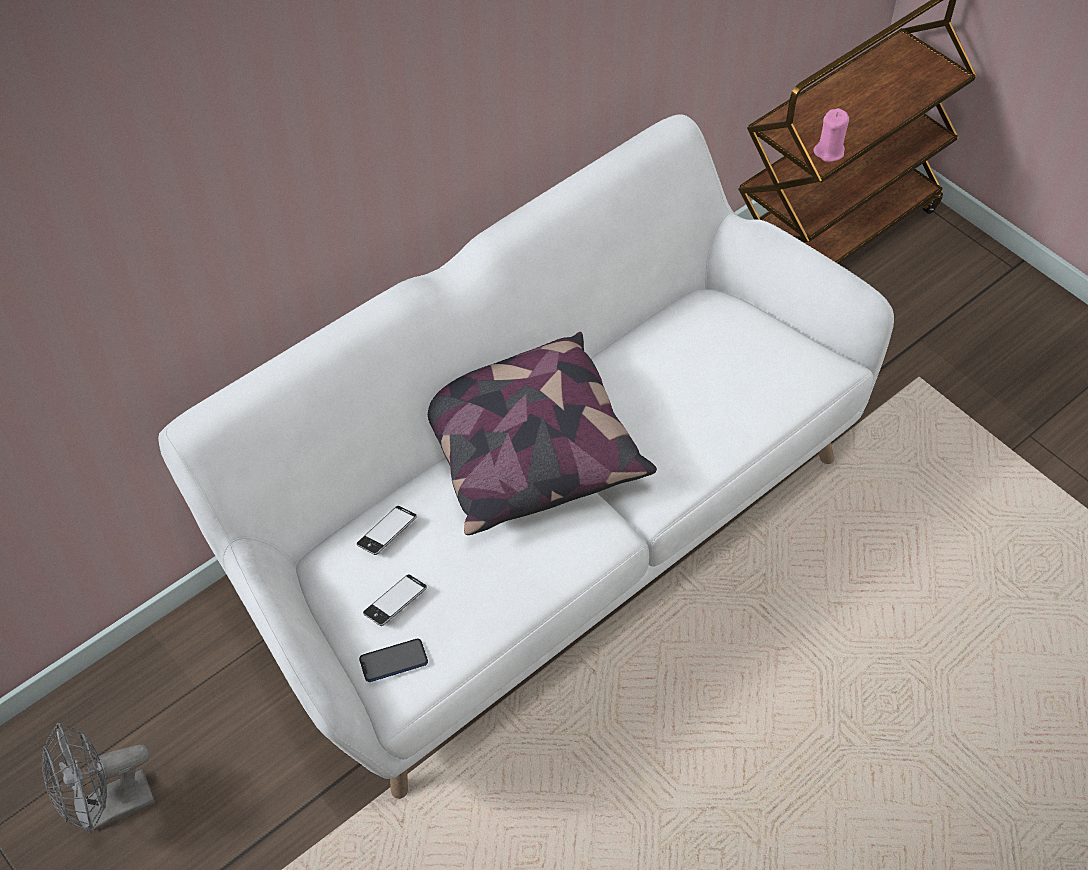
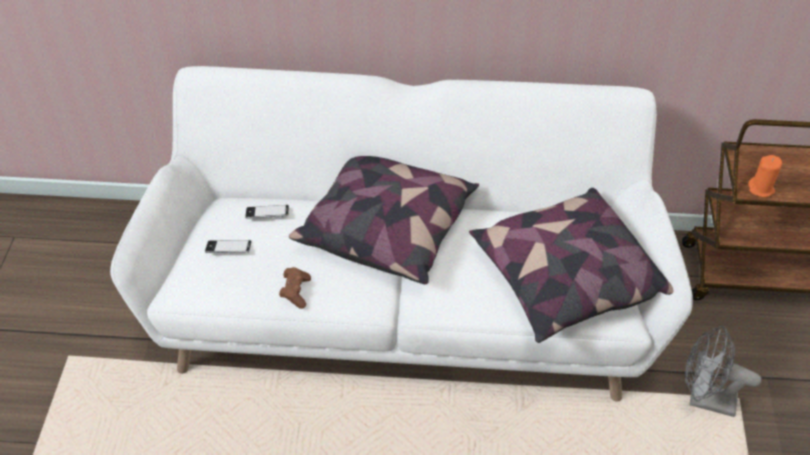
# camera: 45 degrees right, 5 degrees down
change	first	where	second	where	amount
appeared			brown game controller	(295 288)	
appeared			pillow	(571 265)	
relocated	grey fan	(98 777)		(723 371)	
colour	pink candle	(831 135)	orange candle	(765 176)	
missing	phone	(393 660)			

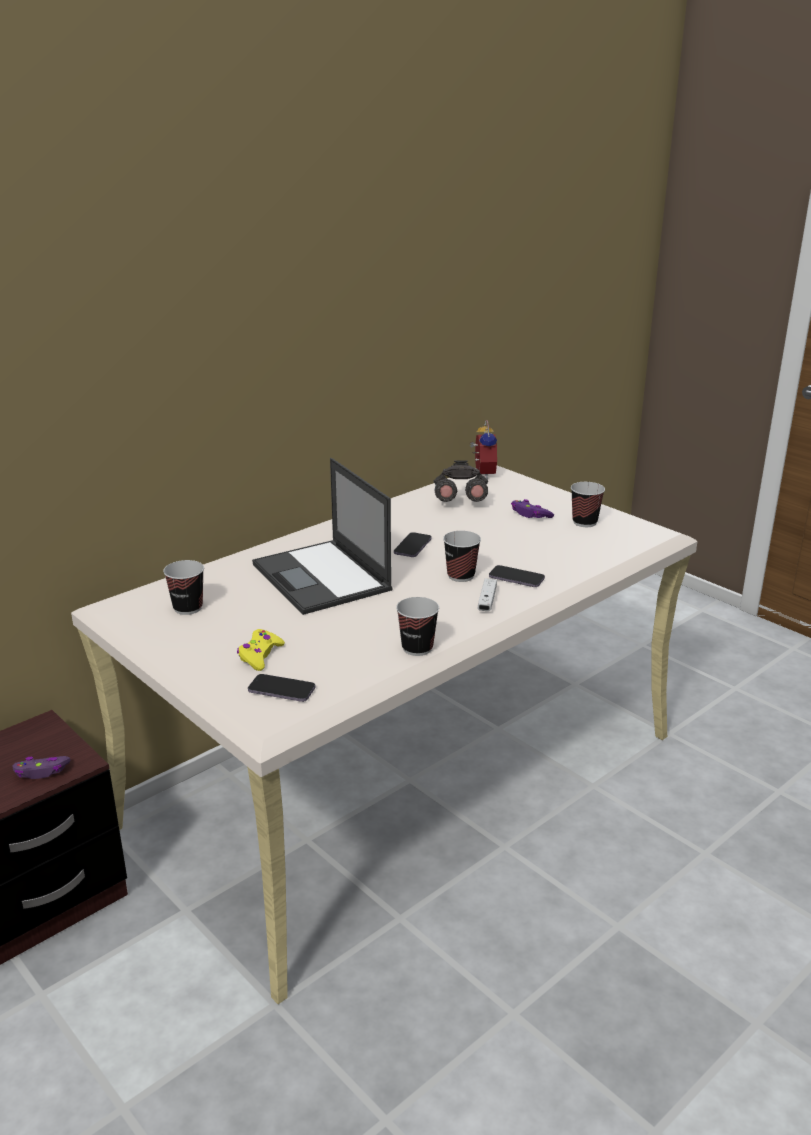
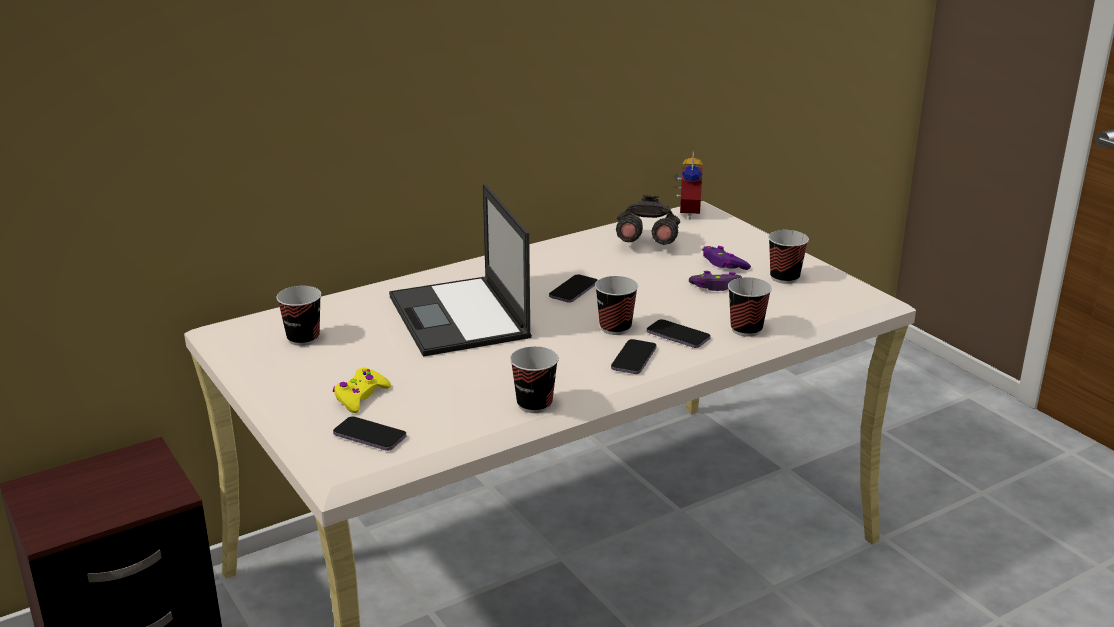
# camera: 10 degrees right, 0 degrees up
change	first	where	second	where	amount
exchanged	white game controller	(487 595)	phone	(634 356)	
relocated	purple game controller	(41 767)		(715 281)	
appeared			cup	(750 307)	

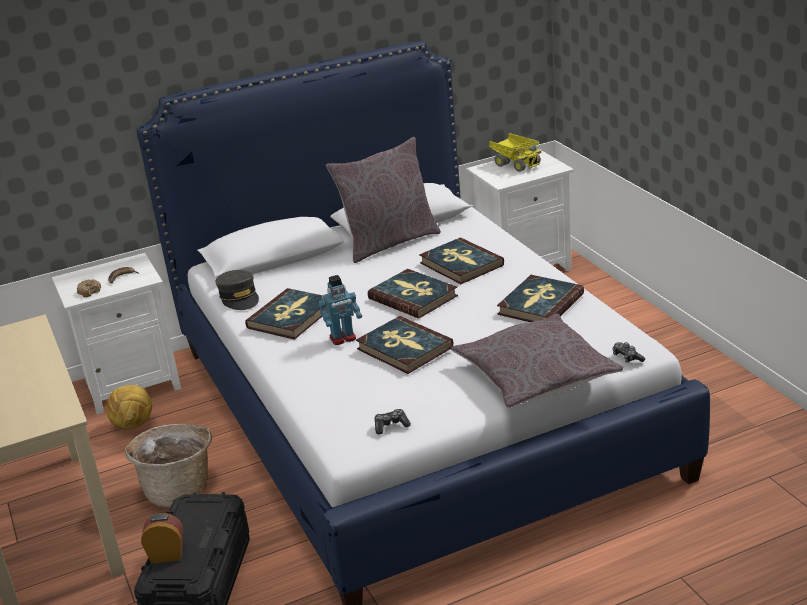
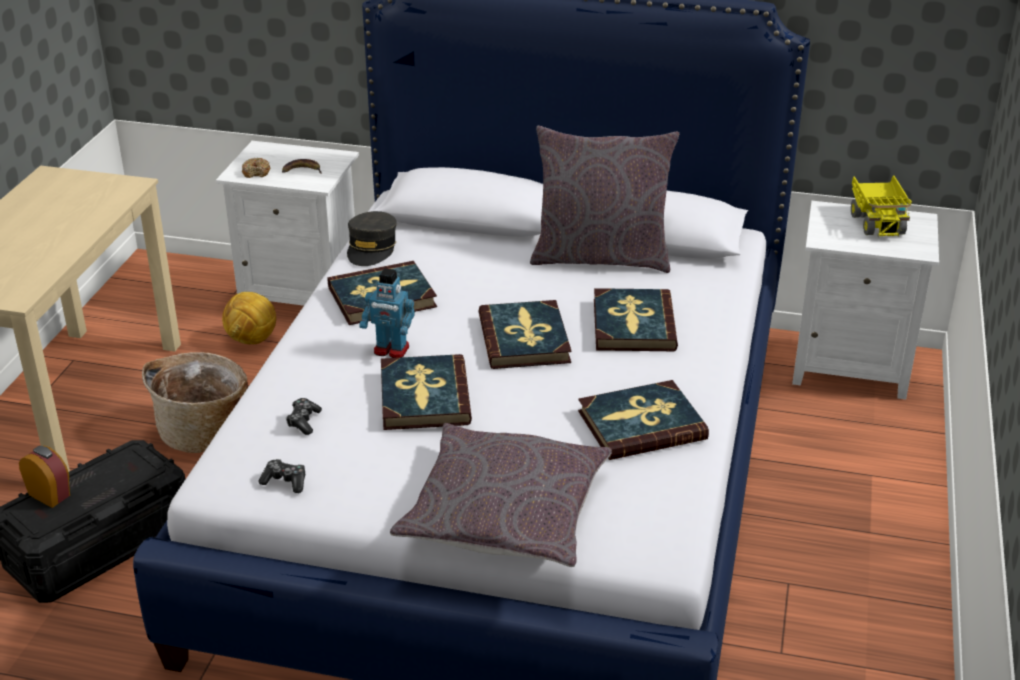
# camera: 35 degrees right, 5 degrees up
change	first	where	second	where	amount
relocated	game controller	(628 352)		(304 416)	

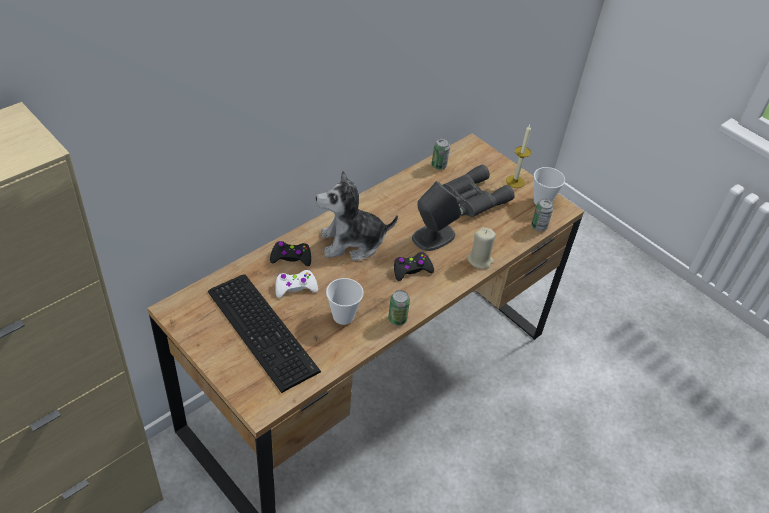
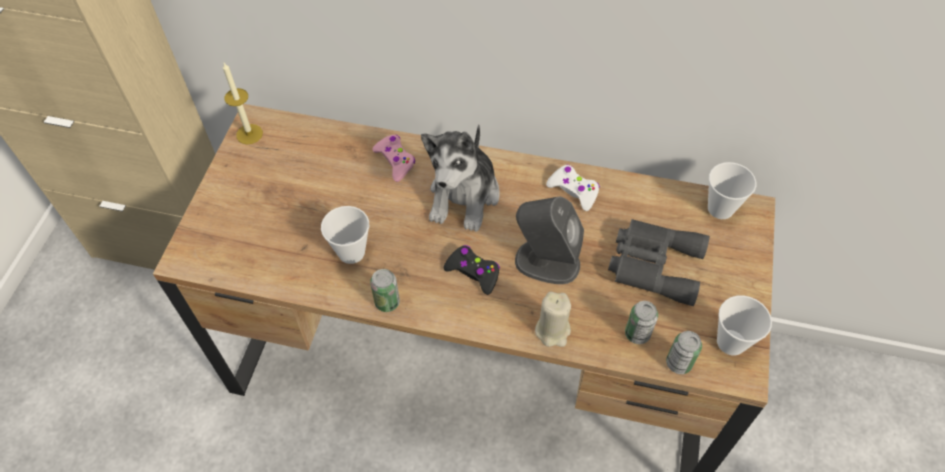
# camera: 60 degrees right, 10 degrees up
change	first	where	second	where	amount
relocated	candle	(518 156)		(243 103)	
colour	black game controller	(290 253)	pink game controller	(393 158)	
spun	plush toy	(357 216)		(460 178)	120 degrees counterclockwise
relocated	white game controller	(296 284)		(573 188)	
relocated	can	(440 154)		(641 322)	
appeared			cup	(732 190)	
missing	keyboard	(264 333)			

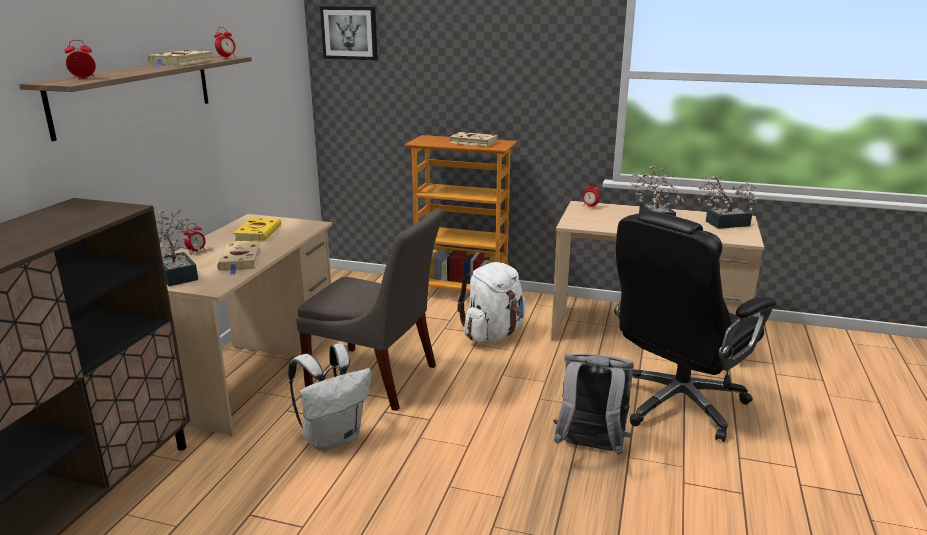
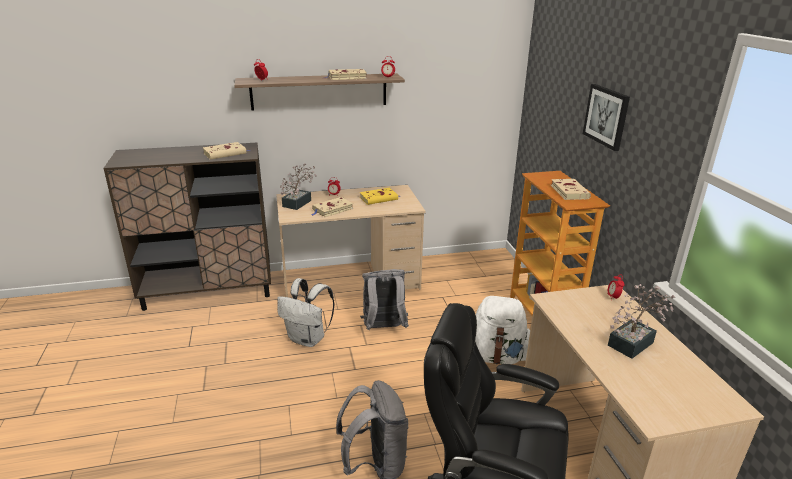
# camera: 60 degrees right, 5 degrees up
change	first	where	second	where	amount
appeared			beige book	(226 151)	
exchanged	grey chair	(370 309)	grey backpack	(384 299)	
relocated	picture	(349 33)		(606 117)	
missing	potted plant	(728 201)			

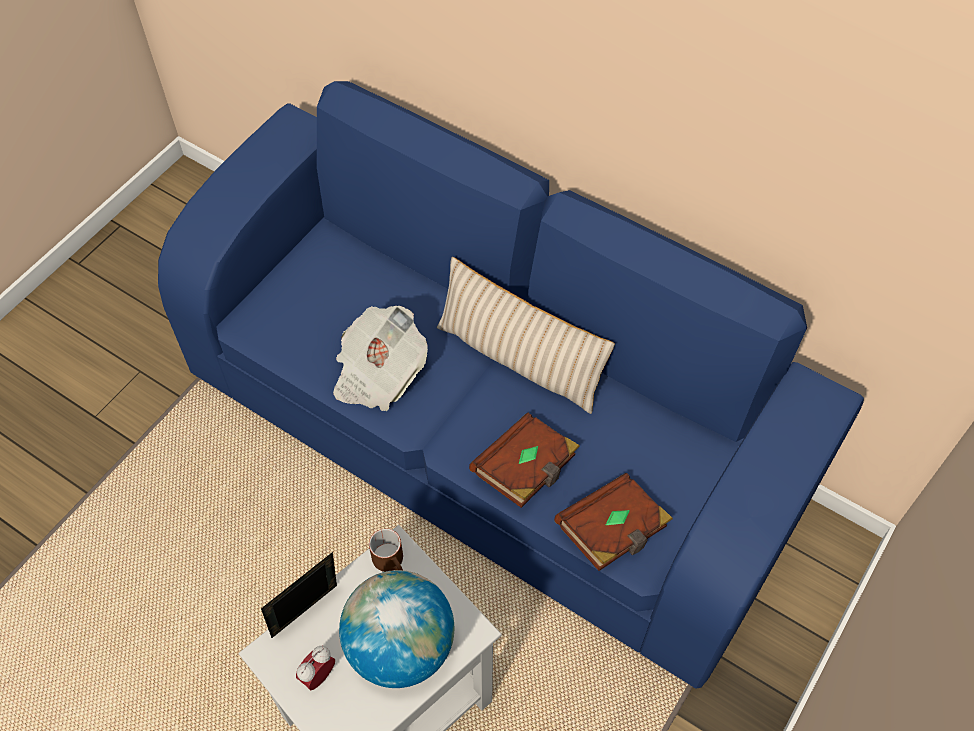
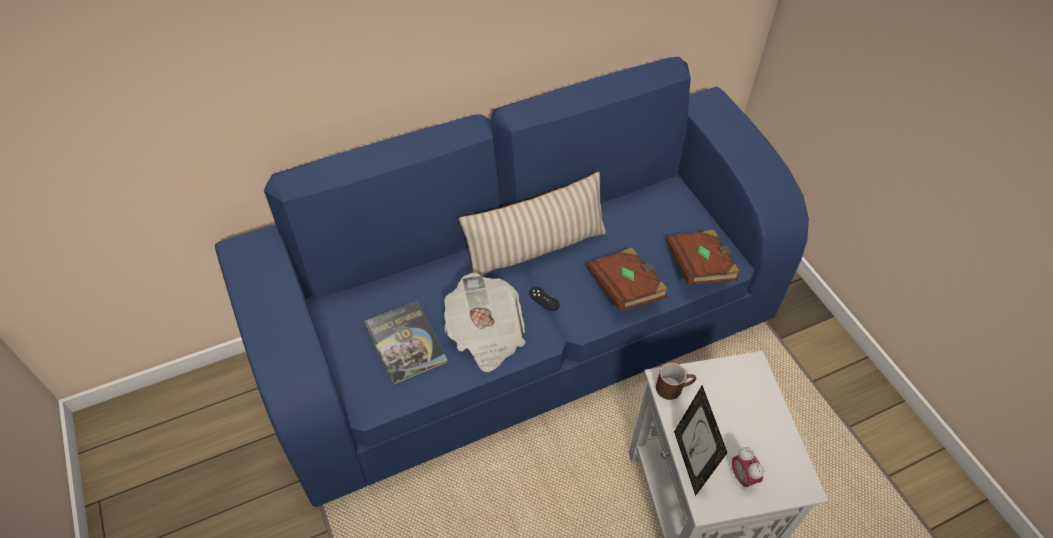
# camera: 60 degrees left, 5 degrees down
change	first	where	second	where	amount
appeared			book	(406 342)	
appeared			black game controller	(544 299)	
missing	globe	(396 629)			

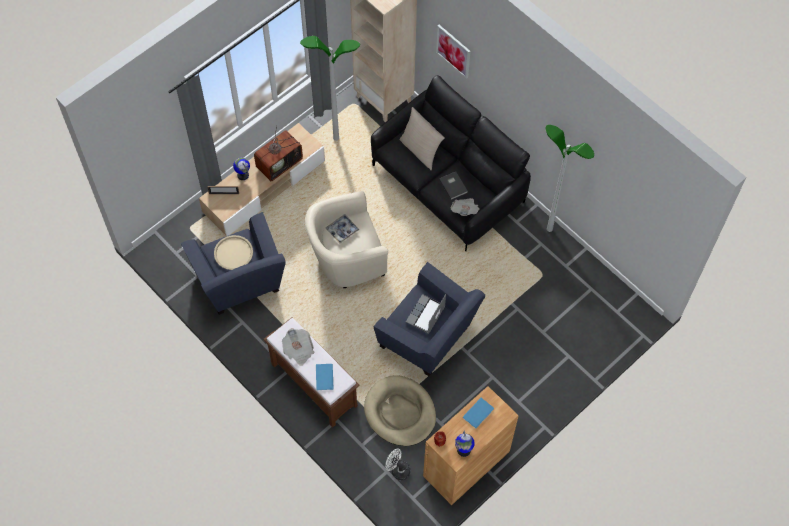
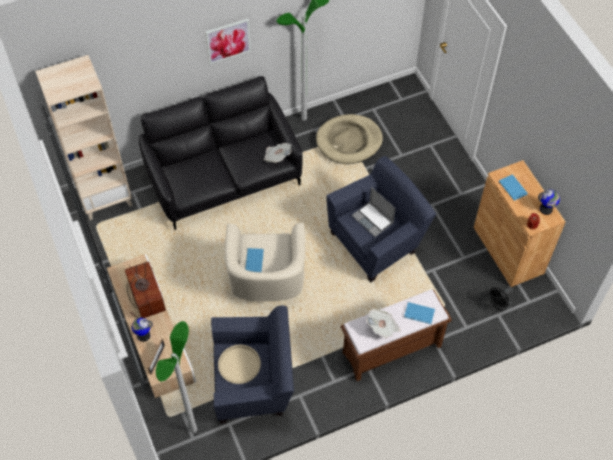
# camera: 70 degrees left, 5 degrees down
change	first	where	second	where	amount
relocated	floor lamp	(330 88)		(176 377)	
relocated	picture	(453 52)		(228 41)	
exchanged	tray	(342 229)	blue book	(254 260)	
relocated	beige dog bed	(400 410)		(349 139)	
colour	white fan	(398 464)	black fan	(501 298)	
missing	beige pillow	(422 138)			
missing	grey book	(453 186)			

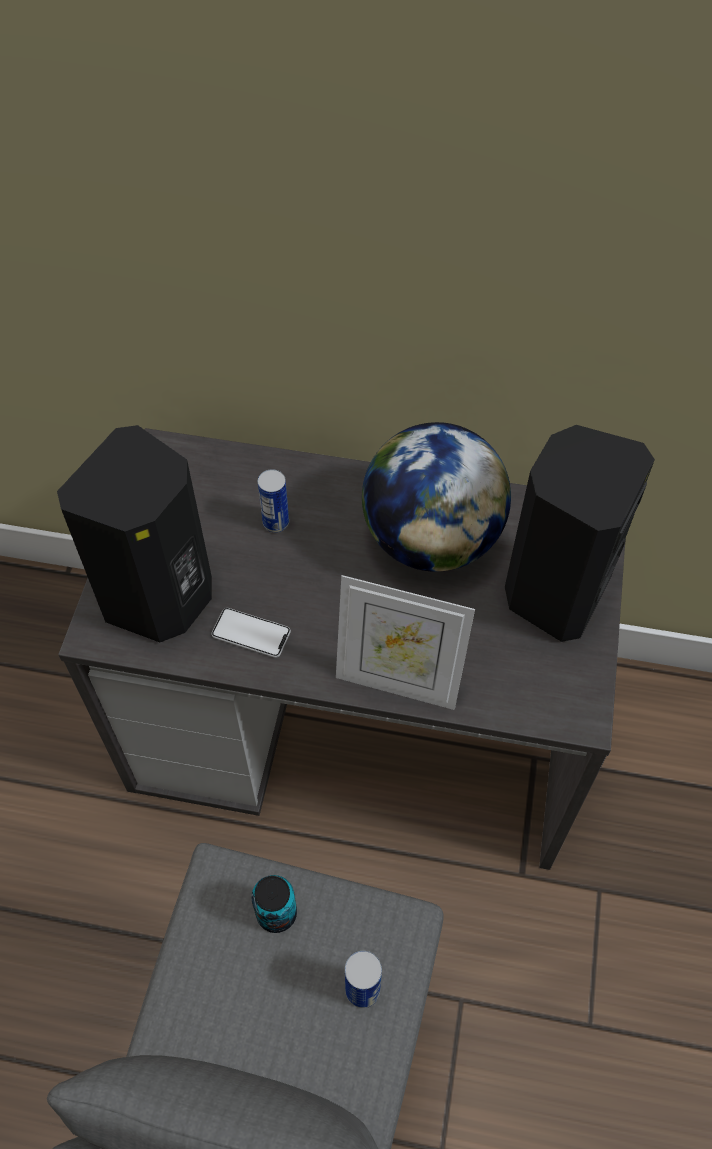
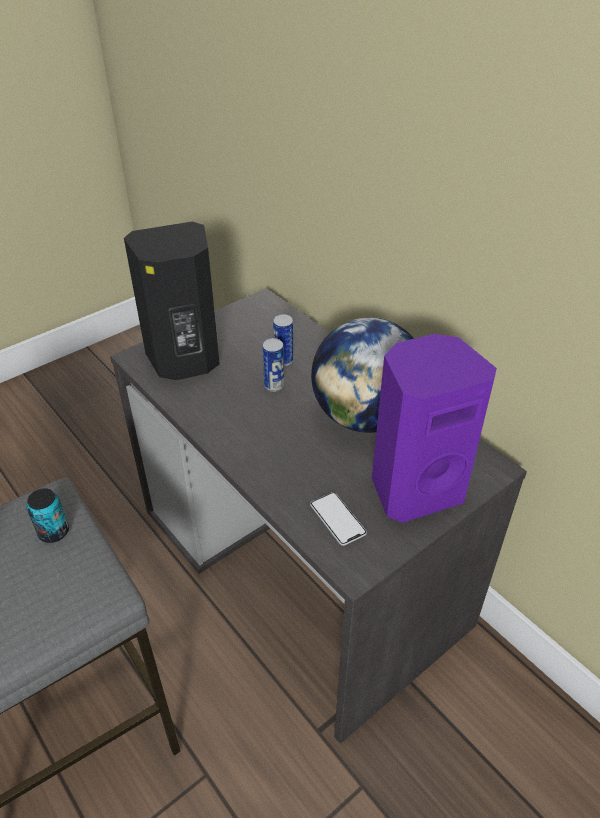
# camera: 40 degrees right, 15 degrees down
change	first	where	second	where	amount
relocated	can	(363 979)		(273 365)	
relocated	phone	(251 633)		(338 519)	
colour	black speaker	(580 533)	purple speaker	(434 428)	
missing	picture frame	(405 642)			

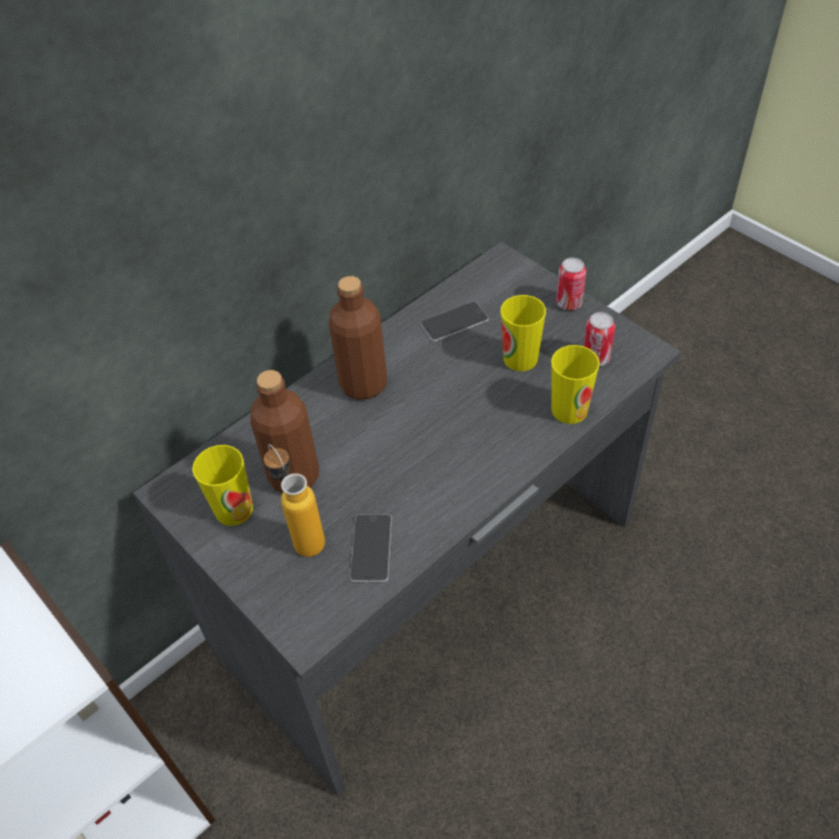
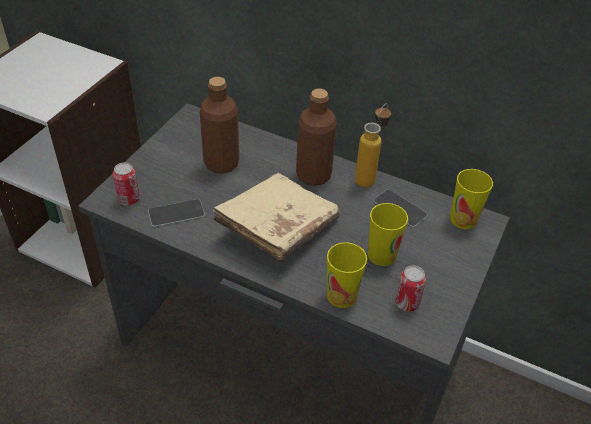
# camera: 65 degrees right, 5 degrees down
change	first	where	second	where	amount
relocated	can	(571 284)		(126 183)	
appeared			beige book	(276 216)	
relocated	bottle	(294 500)		(373 145)	
relocated	cup	(222 485)		(471 199)	

